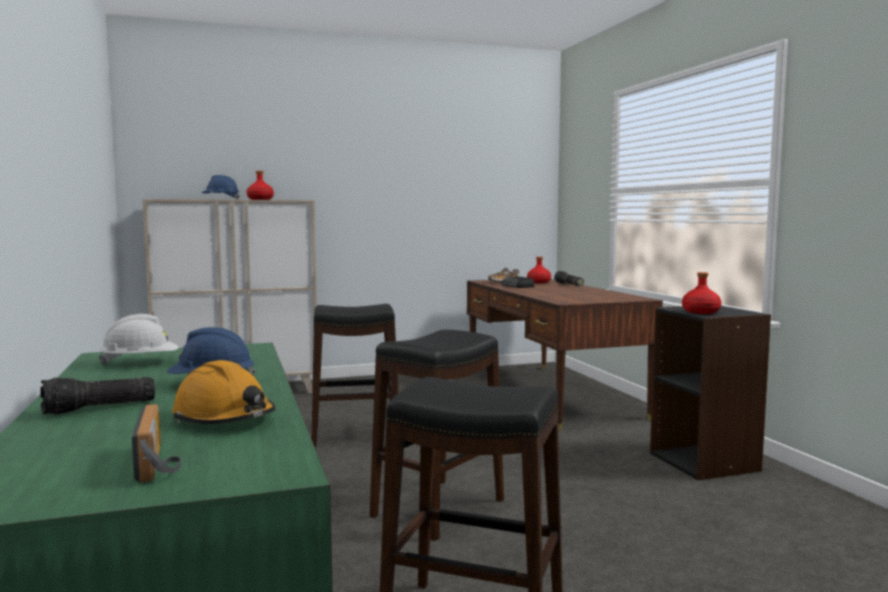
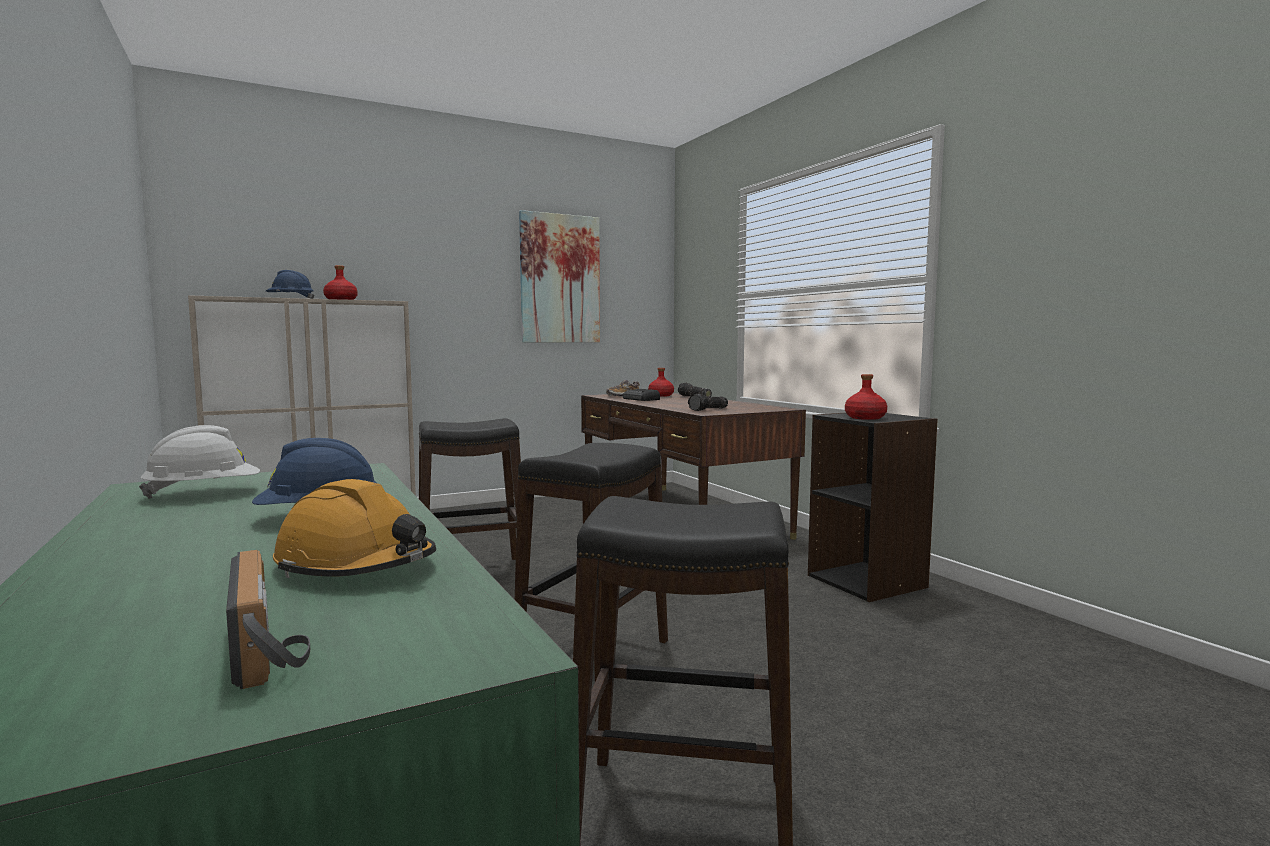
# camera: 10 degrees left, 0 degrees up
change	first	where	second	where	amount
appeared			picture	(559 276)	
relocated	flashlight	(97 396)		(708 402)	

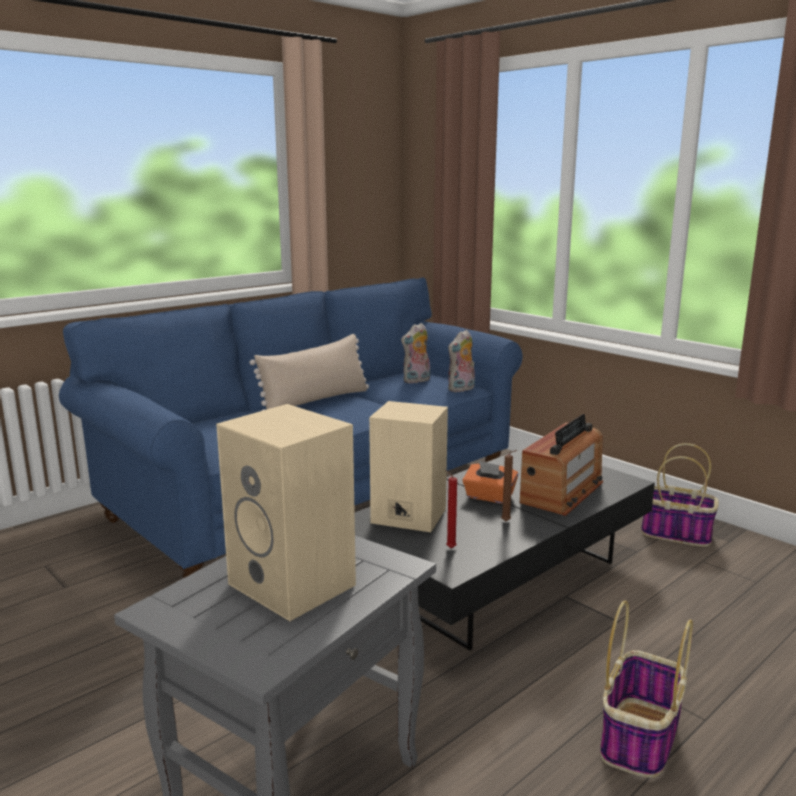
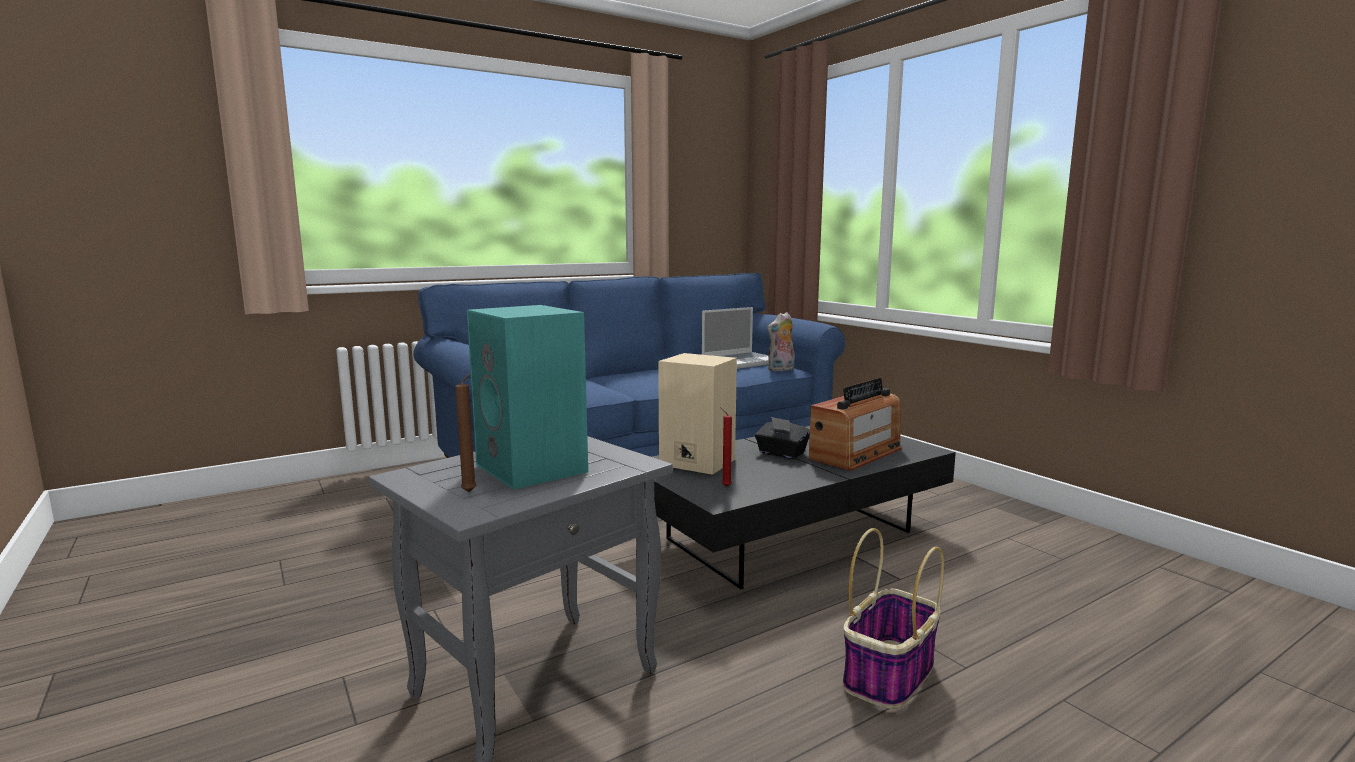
# camera: 10 degrees right, 5 degrees down
change	first	where	second	where	amount
relocated	brown candle	(509 485)		(466 433)	
colour	beige speaker	(286 512)	turquoise speaker	(527 397)	
exchanged	plush toy	(415 353)	laptop	(735 338)	
colour	orange tissue box	(490 482)	black tissue box	(782 438)	
missing	beige pillow	(309 372)			
missing	basket	(680 495)			

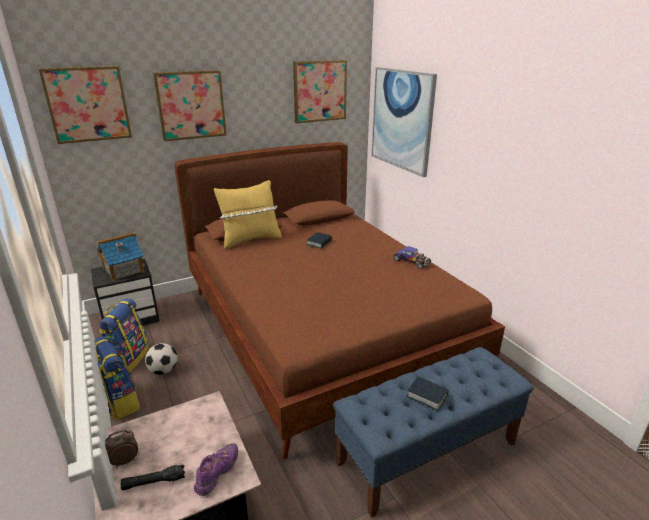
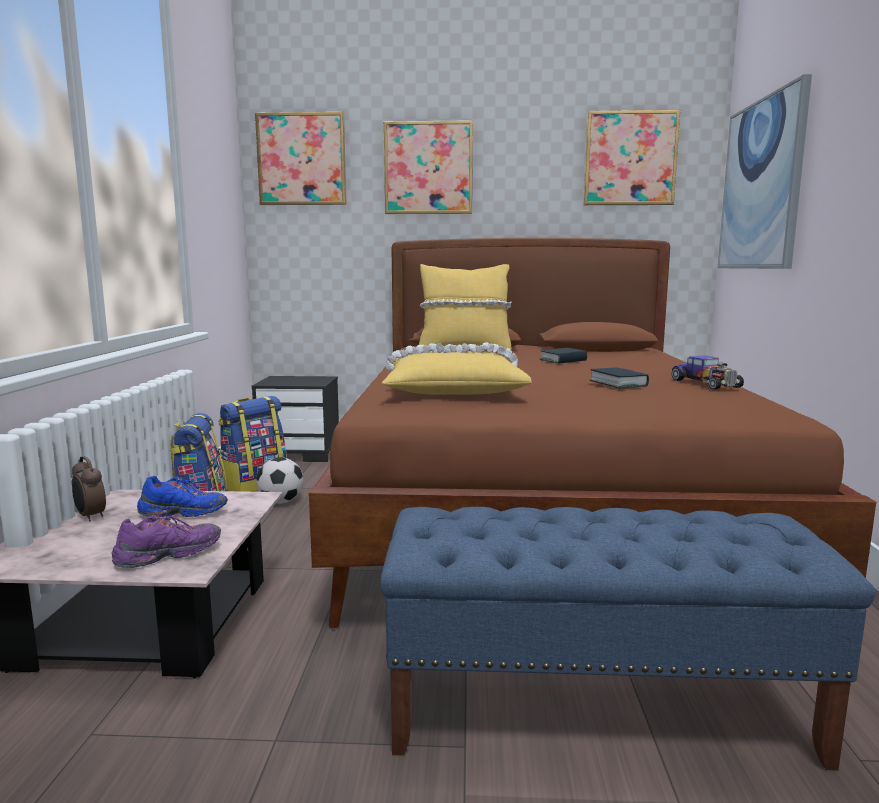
# camera: 30 degrees right, 15 degrees down
change	first	where	second	where	amount
spun	alarm clock	(121 448)		(89 489)	135 degrees counterclockwise
appeared			blue shoe	(182 496)	
appeared			yellow pillow	(457 368)	
relocated	book	(428 394)		(619 377)	
missing	toy house	(121 256)			
missing	black flashlight	(153 477)			

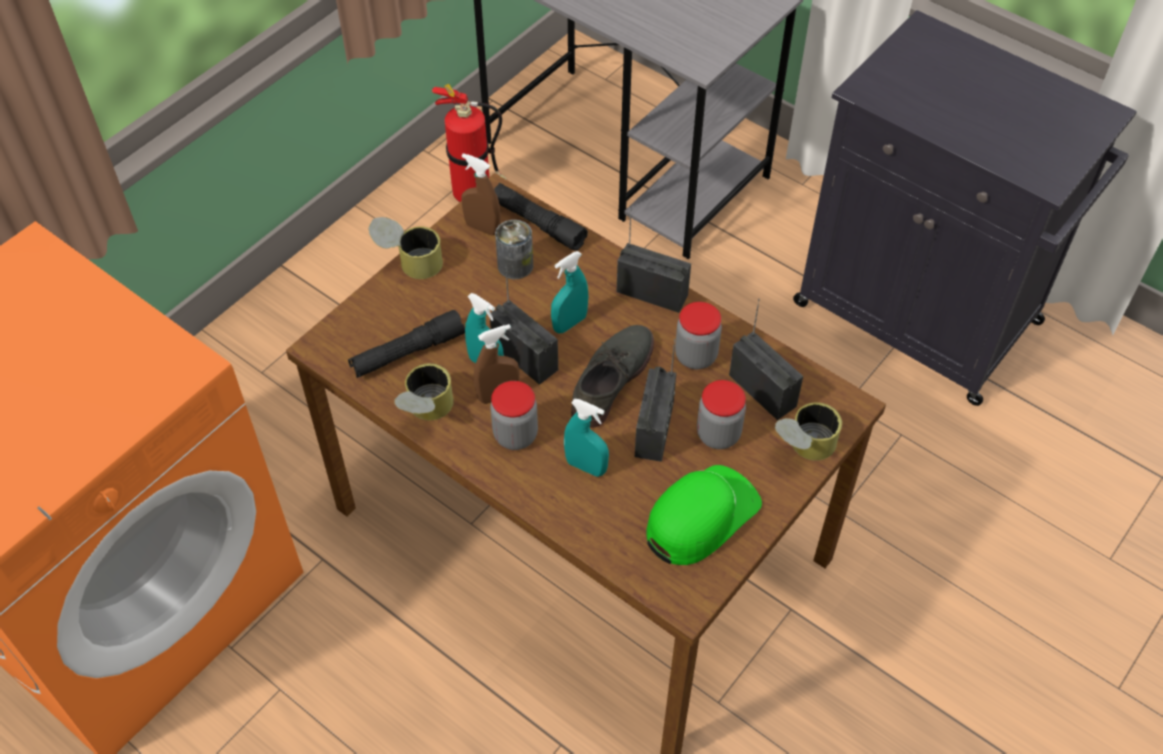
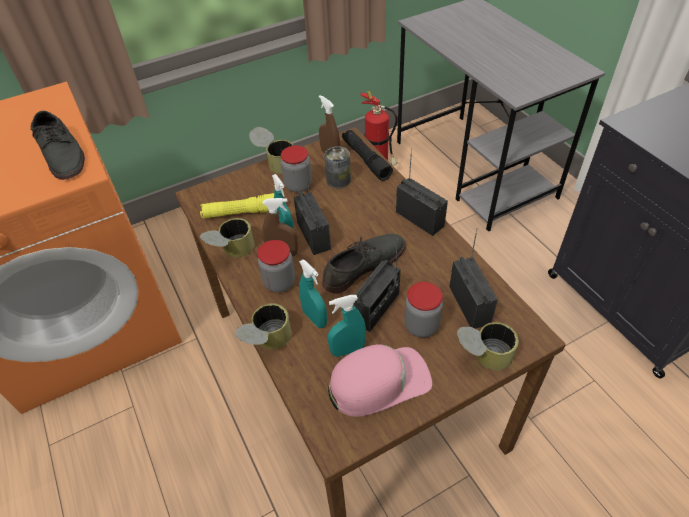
# camera: 25 degrees right, 5 degrees down
change	first	where	second	where	amount
appeared			grey shoe	(57 145)	
colour	black flashlight	(406 344)	yellow flashlight	(237 205)	
appeared			can	(263 326)	
relocated	jar	(698 335)		(296 169)	
relocated	turquoise spray bottle	(569 292)		(347 326)	
colour	green cap	(704 515)	pink cap	(380 381)	

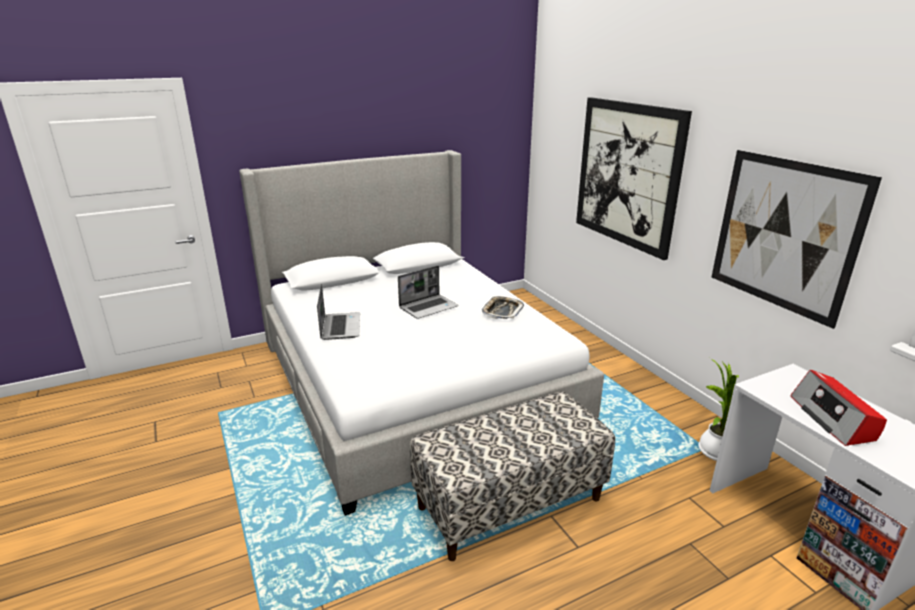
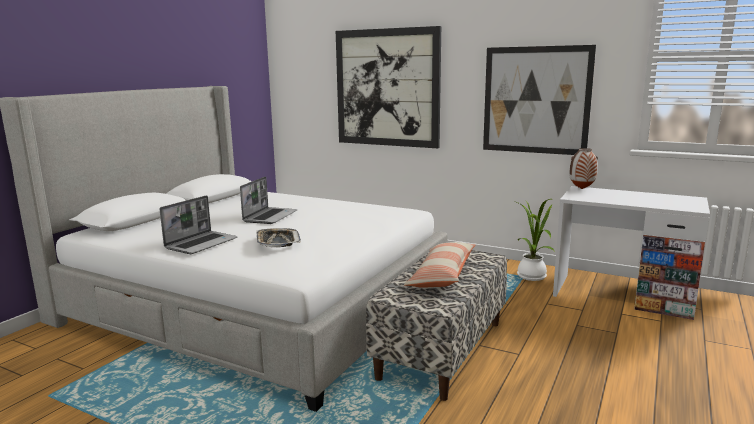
# camera: 35 degrees left, 10 degrees down
change	first	where	second	where	amount
spun	laptop	(338 312)		(199 224)	75 degrees clockwise
relocated	tray	(503 307)		(278 238)	
appeared			pillow	(440 265)	
appeared			vase	(583 168)	
missing	radio	(838 408)			

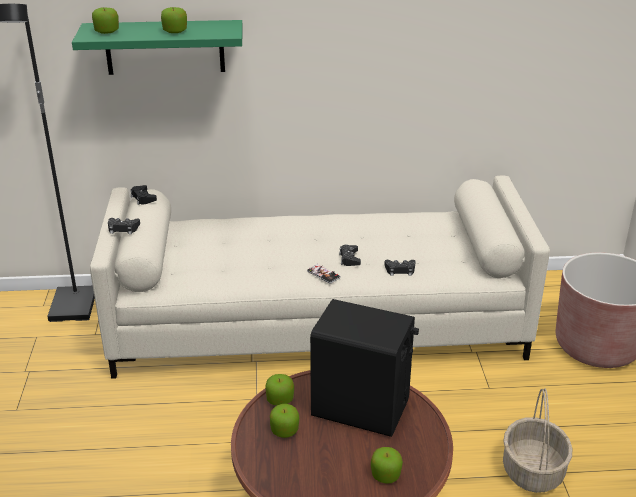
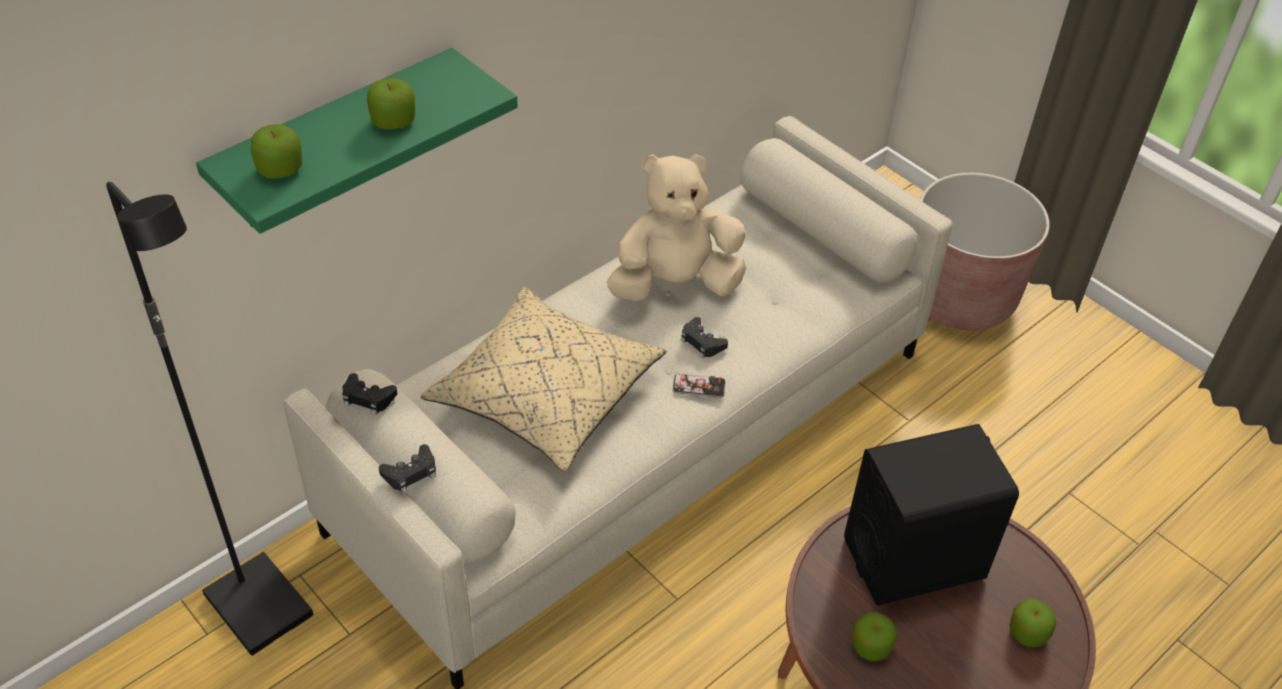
# camera: 40 degrees left, 15 degrees up
change	first	where	second	where	amount
appeared			beige pillow	(544 379)	
appeared			beige plush toy	(676 228)	
missing	apple	(279 389)			
missing	black game controller	(400 268)			
missing	basket	(538 440)			

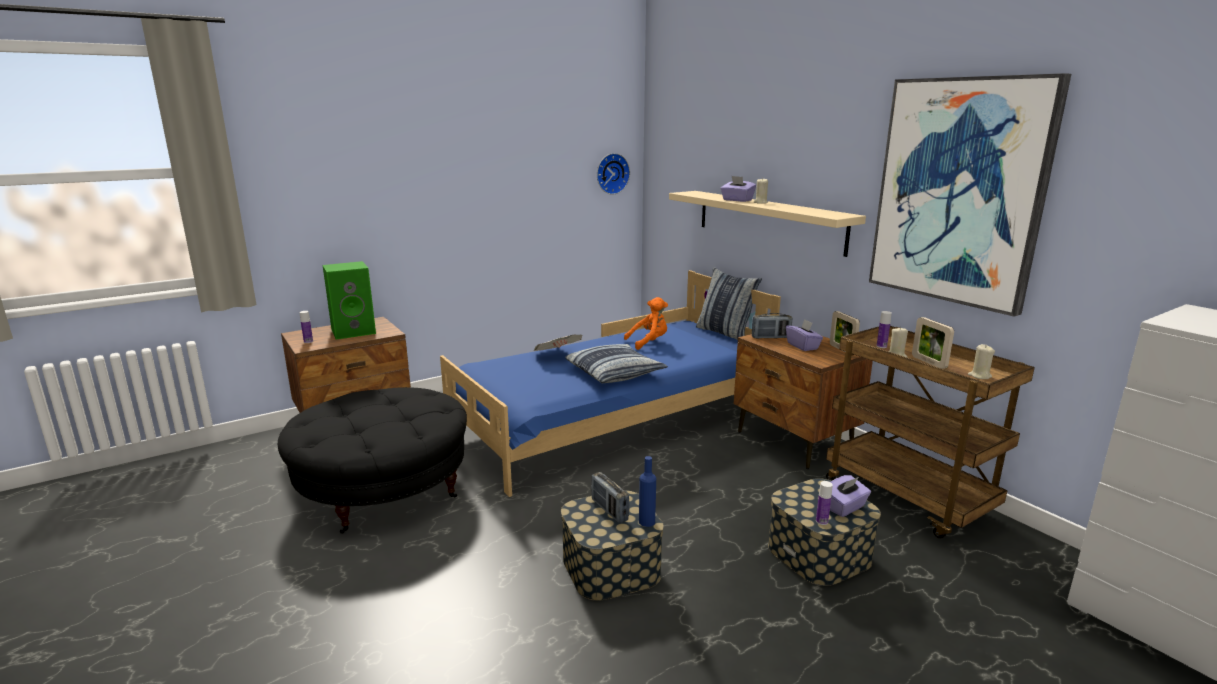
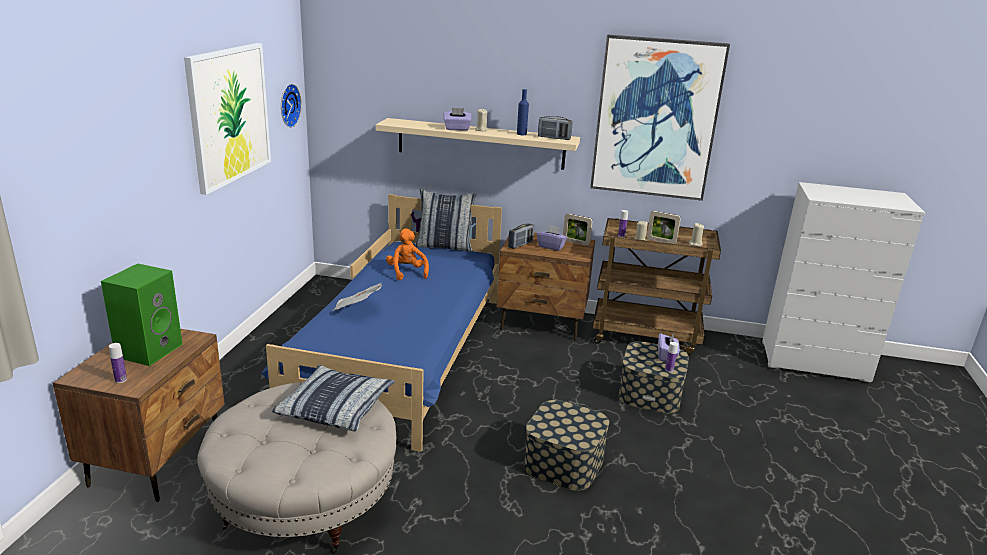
# camera: 45 degrees left, 5 degrees up
change	first	where	second	where	amount
appeared			picture	(227 119)	
colour	black ottoman	(372 460)	beige ottoman	(297 468)	
relocated	pillow	(616 363)		(333 398)	
spun	orange plush toy	(646 323)		(407 254)	45 degrees counterclockwise
relocated	blue bottle	(647 491)		(523 112)	
relocated	radio	(610 497)		(555 128)	

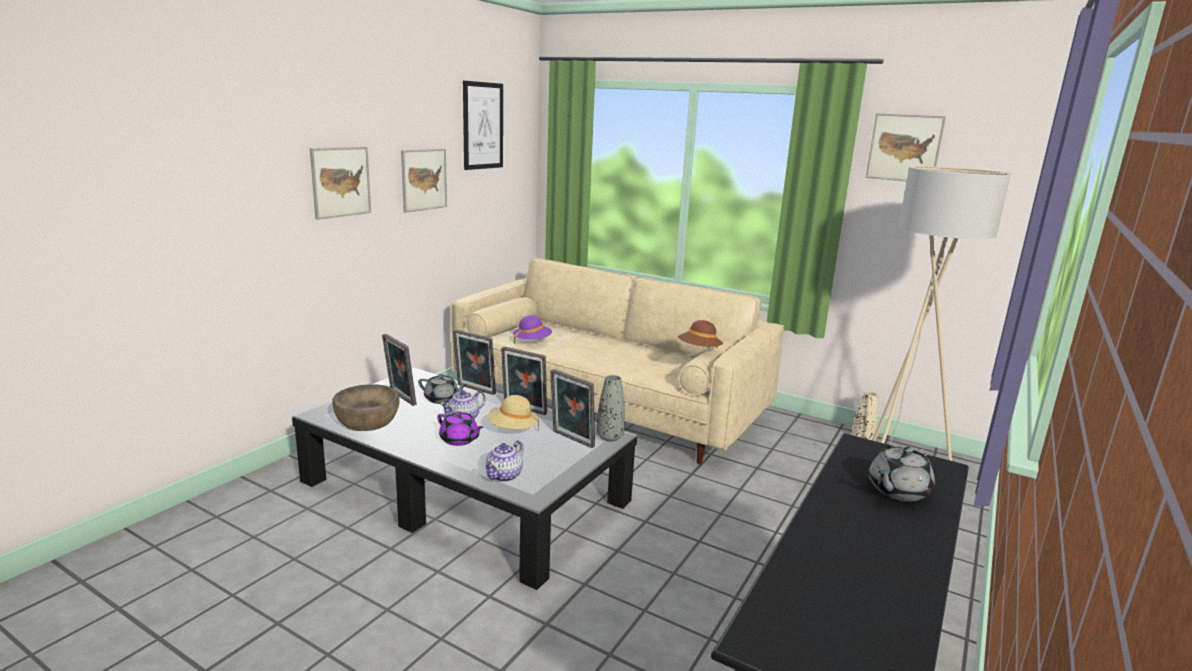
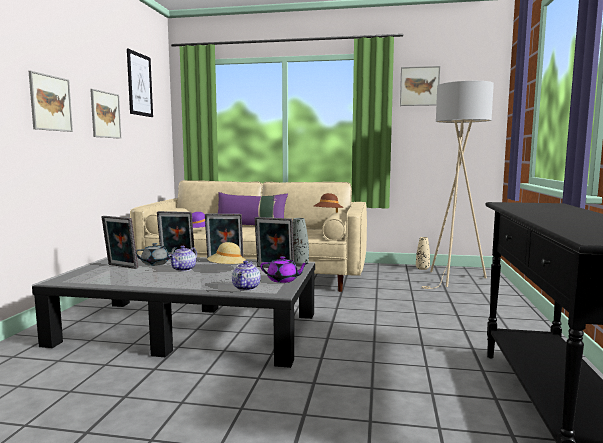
# camera: 20 degrees left, 10 degrees down
change	first	where	second	where	amount
appeared			purple pillow	(253 208)	
relocated	purple teapot	(460 428)		(284 269)	
missing	brown bowl	(366 407)			
missing	grey teapot	(901 473)			

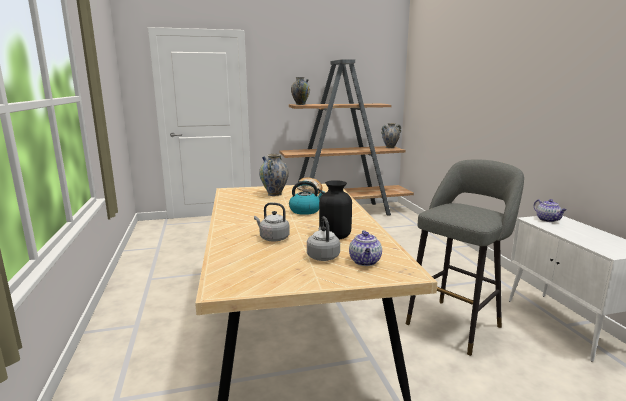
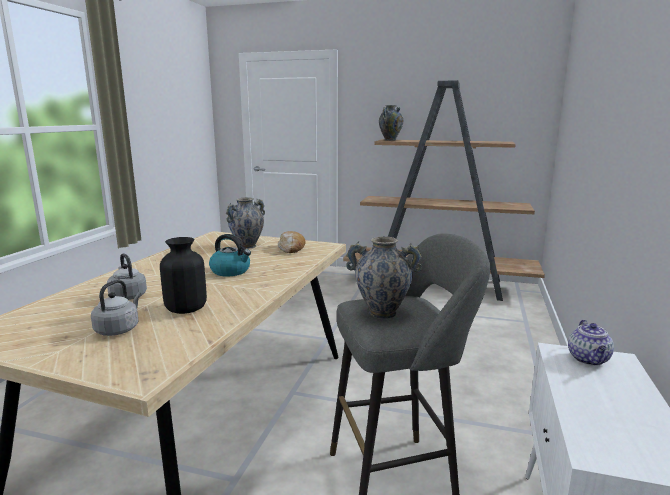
# camera: 30 degrees right, 0 degrees up
change	first	where	second	where	amount
relocated	vase	(391 135)		(384 278)	
missing	teapot	(365 248)			

